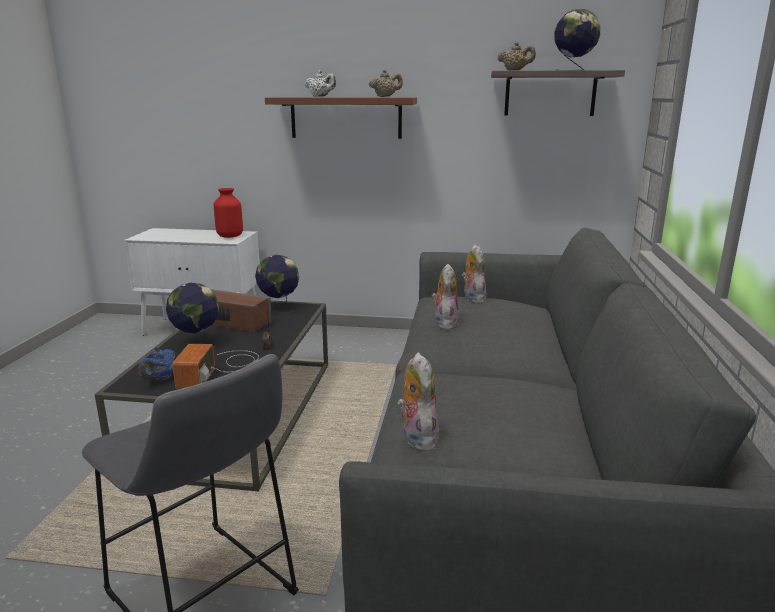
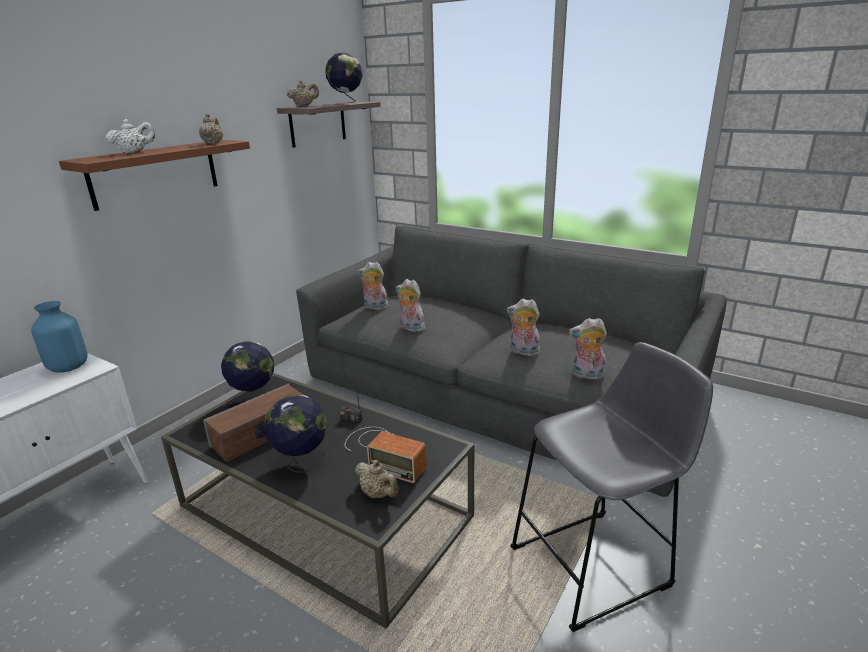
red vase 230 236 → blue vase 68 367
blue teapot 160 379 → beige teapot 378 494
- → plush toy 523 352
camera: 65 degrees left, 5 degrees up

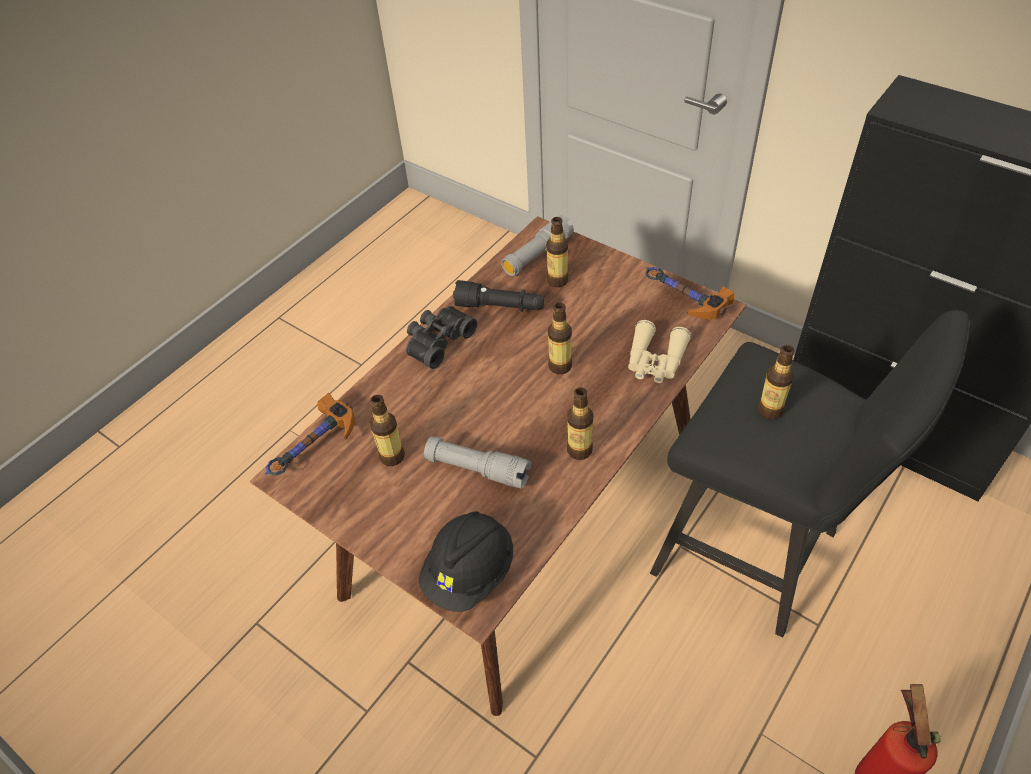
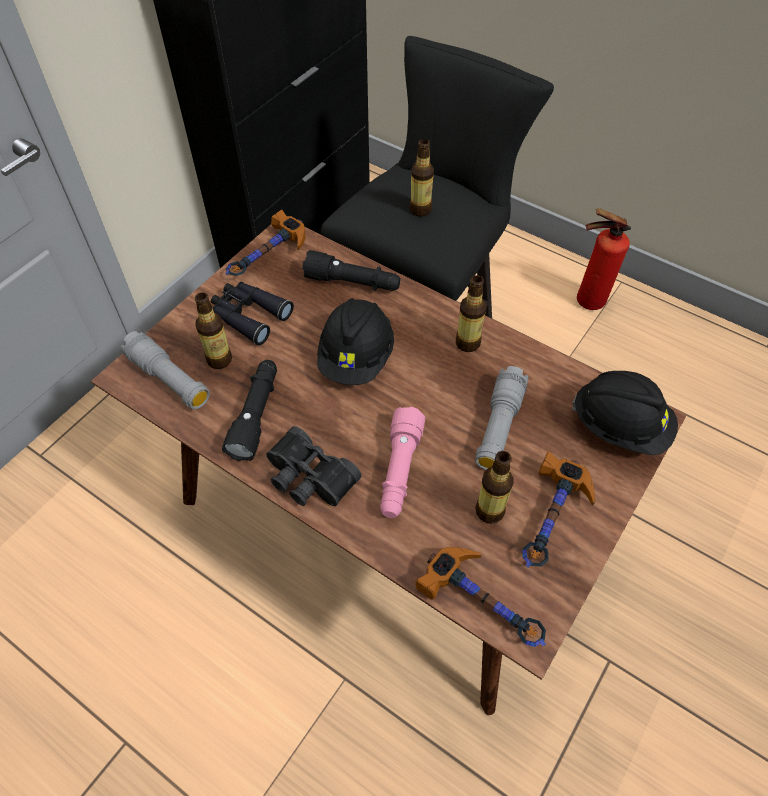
bottle 560 366 → black hard hat 356 358
beige binoculars 655 361 → black flashlight 353 283
- → black binoculars 249 315
- → pink flashlight 399 471
- → hammer 551 521
camera: 95 degrees left, 5 degrees up

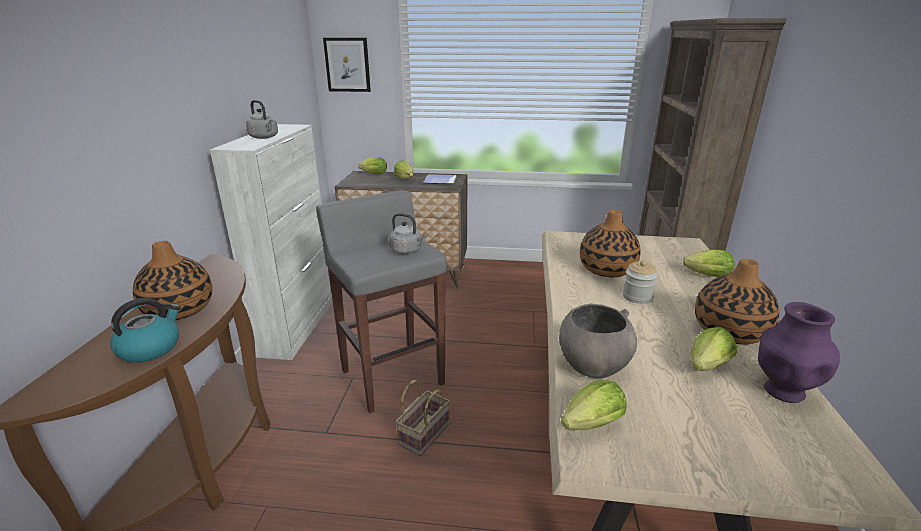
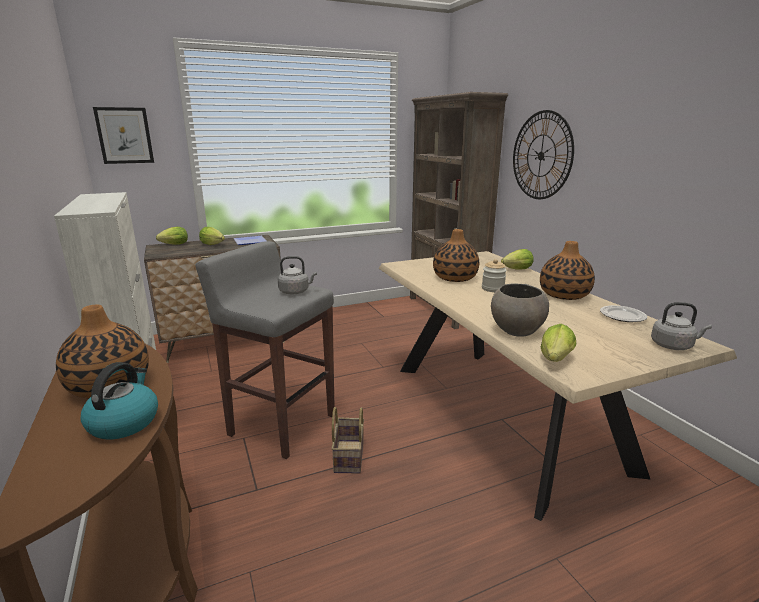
grey kettle 264 137 → grey kettle 673 346, shifted
purple vase 782 391 → plate 622 316
lettuce 706 368 → -
- → wall clock 541 155
camera: 30 degrees left, 5 degrees down

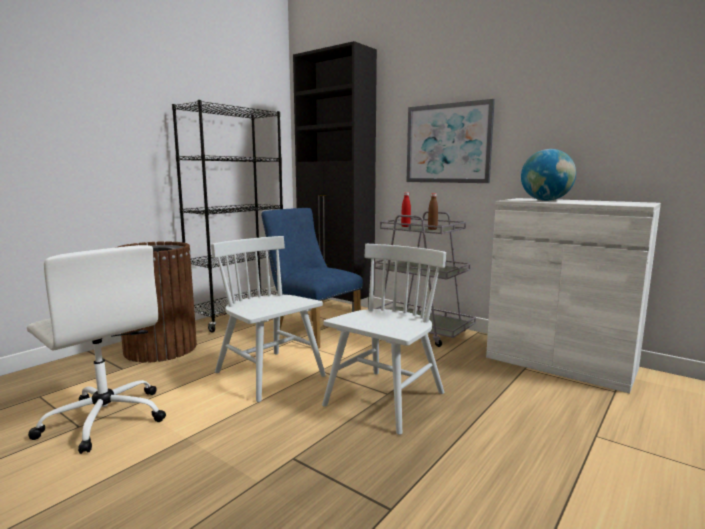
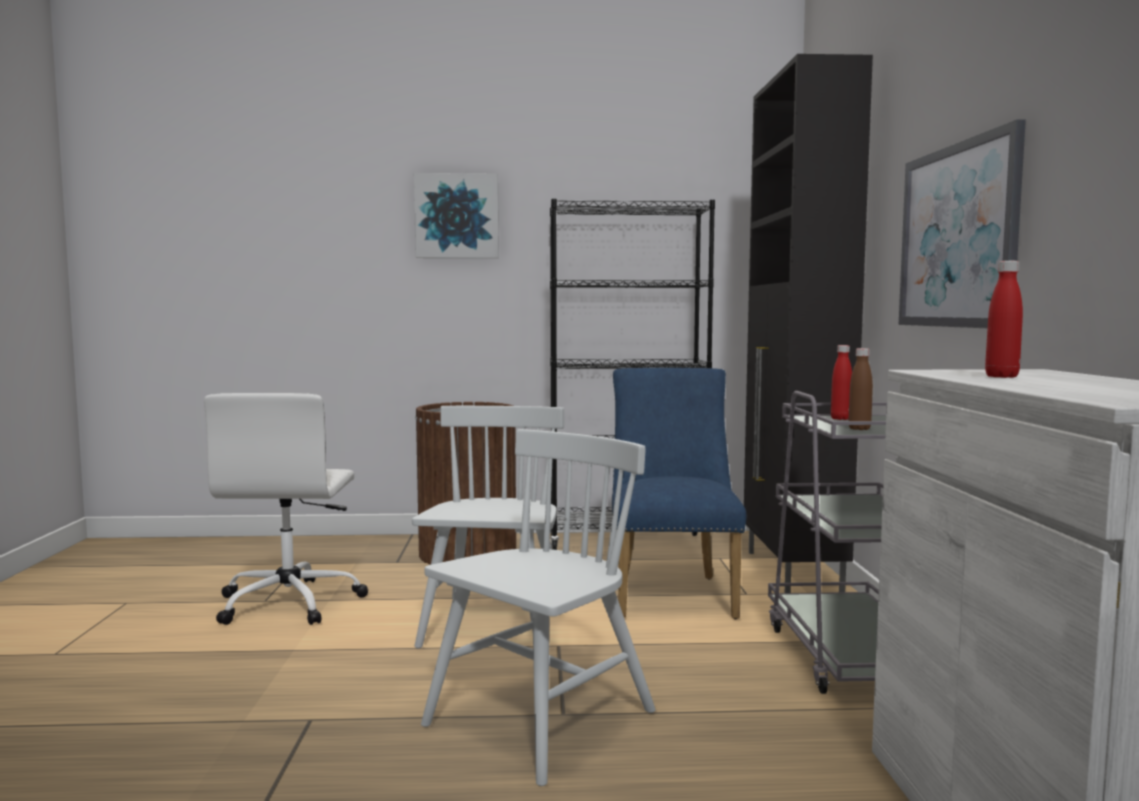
globe 545 201 → red bottle 1001 376
white chair 385 400 → white chair 540 719, 45 degrees counterclockwise
- → picture 457 216
camera: 50 degrees right, 5 degrees down

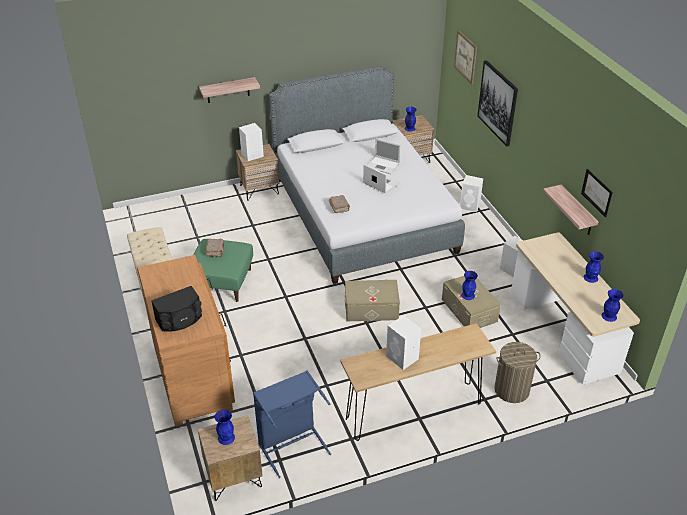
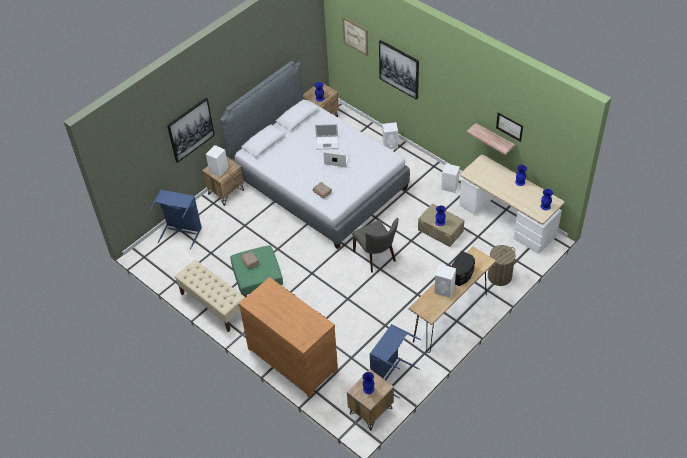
shelf 228 90 → picture 190 129
beige storage box 371 309 → grey chair 376 257
black speaker 180 319 → black speaker 461 274, shifted
- → blue laundry basket 181 232
camera: 25 degrees left, 10 degrees up

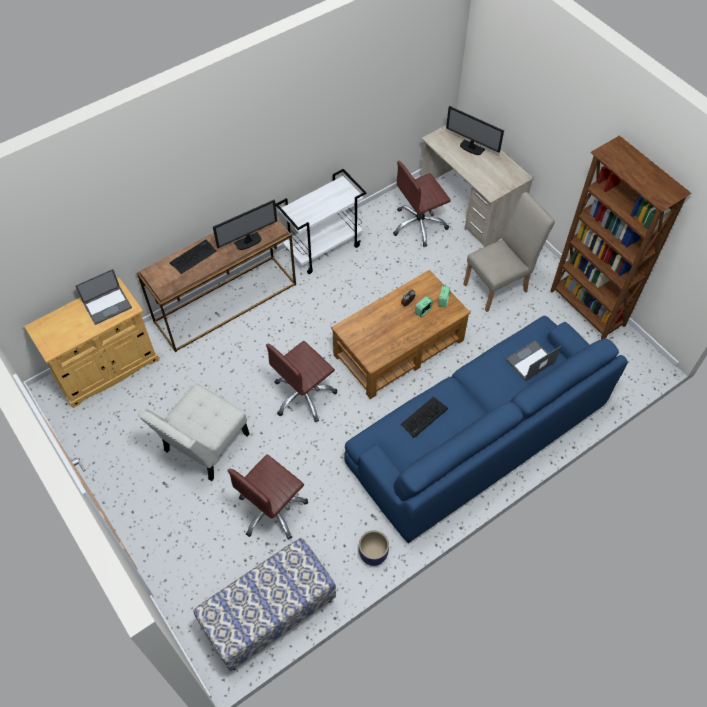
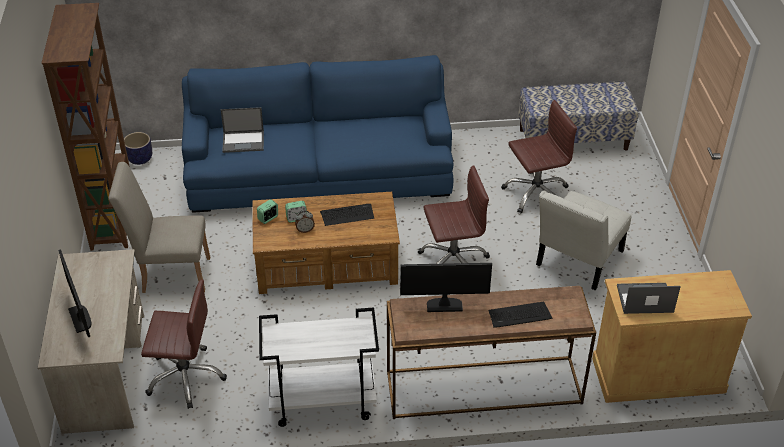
white chair 203 446 → white chair 577 261, 150 degrees clockwise
keyboard 424 417 → keyboard 347 215, shifted
planter 373 554 → planter 140 159, shifted
camera: 150 degrees left, 15 degrees down

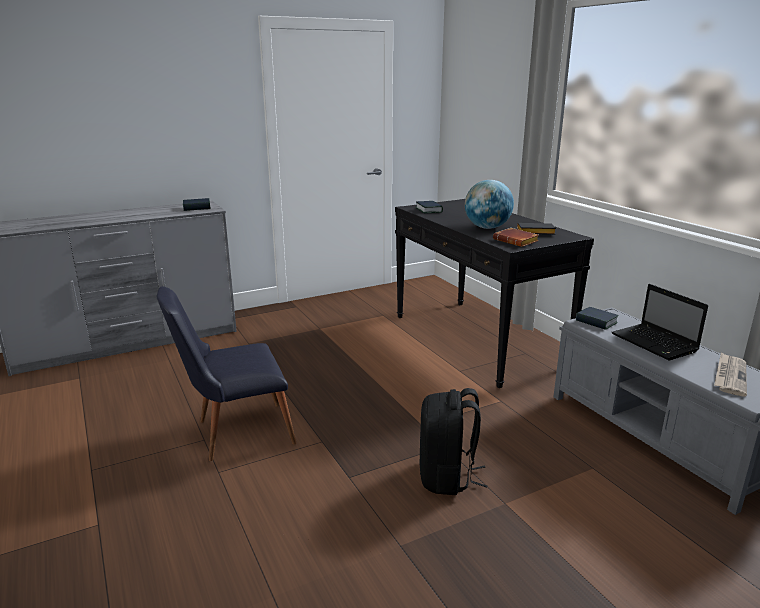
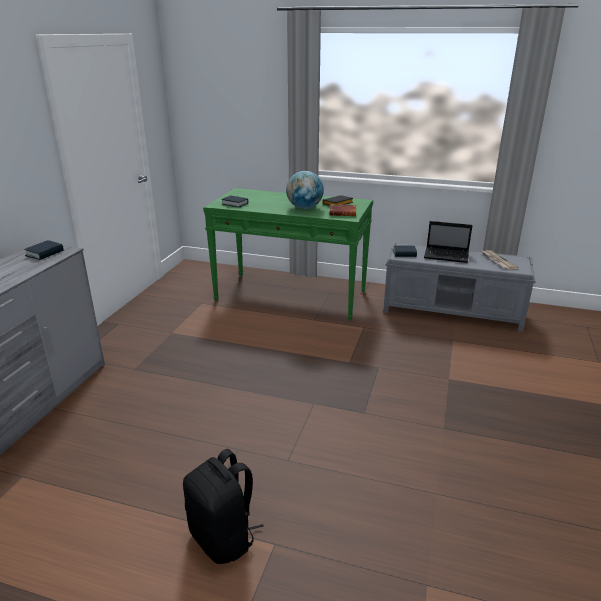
black console table 477 340 → green console table 291 295
black chair 235 433 → -
black backpack 447 477 → black backpack 224 538, shifted
camera: 45 degrees left, 5 degrees up

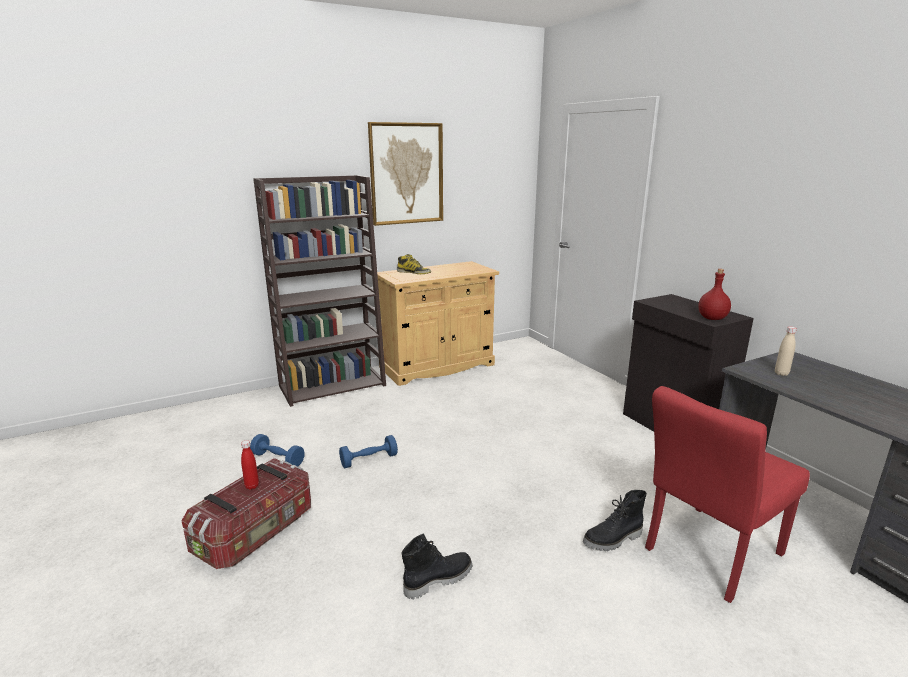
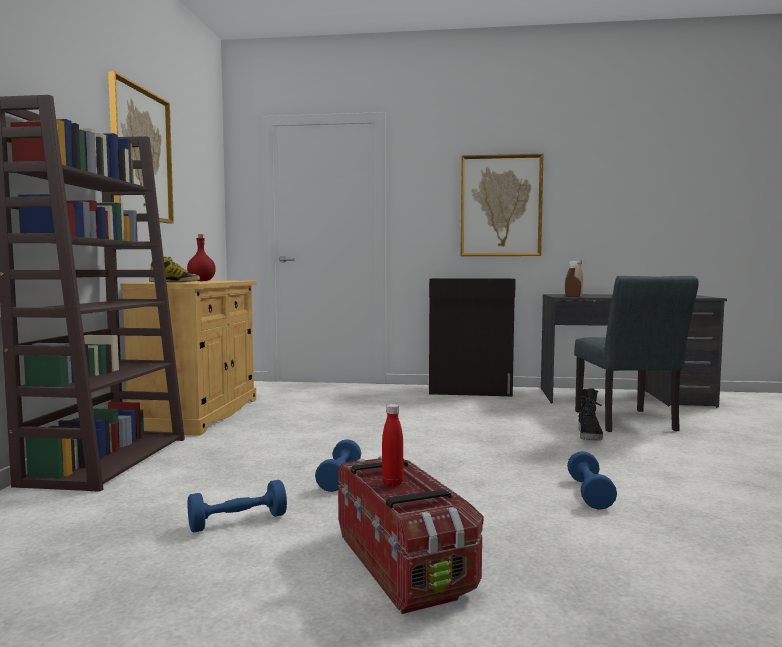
red bottle 712 318 → red bottle 201 281, shifted
red chair 706 555 → grey chair 628 423
black boot 437 579 → blue dumbbell 590 493
- → picture 501 206
- → brown spray bottle 572 296
camera: 55 degrees left, 15 degrees down

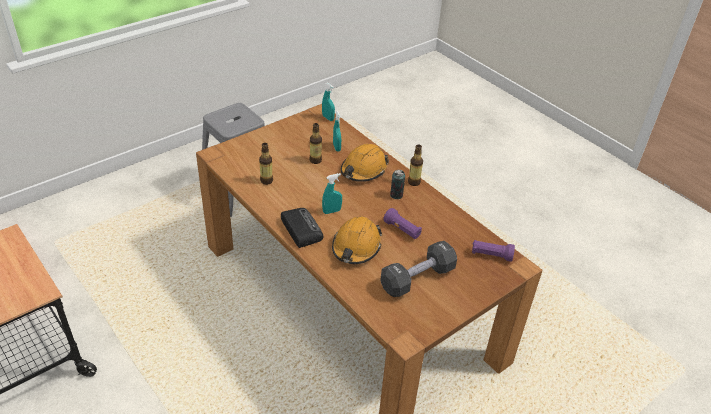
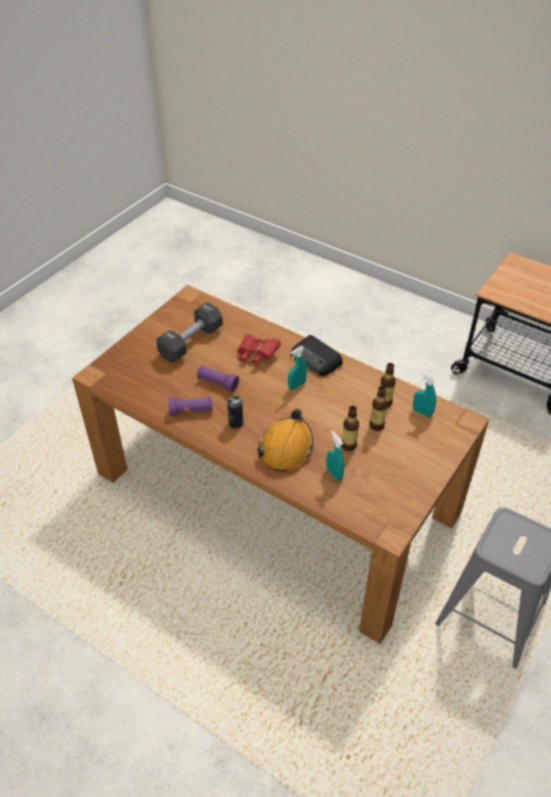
turquoise spray bottle 328 118 → turquoise spray bottle 422 412, shifted
bottle 414 182 → bottle 376 425, shifted
orange hard hat 356 247 → red binoculars 256 355
purple flashlight 491 255 → purple flashlight 191 411, shifted
camera: 165 degrees right, 5 degrees up

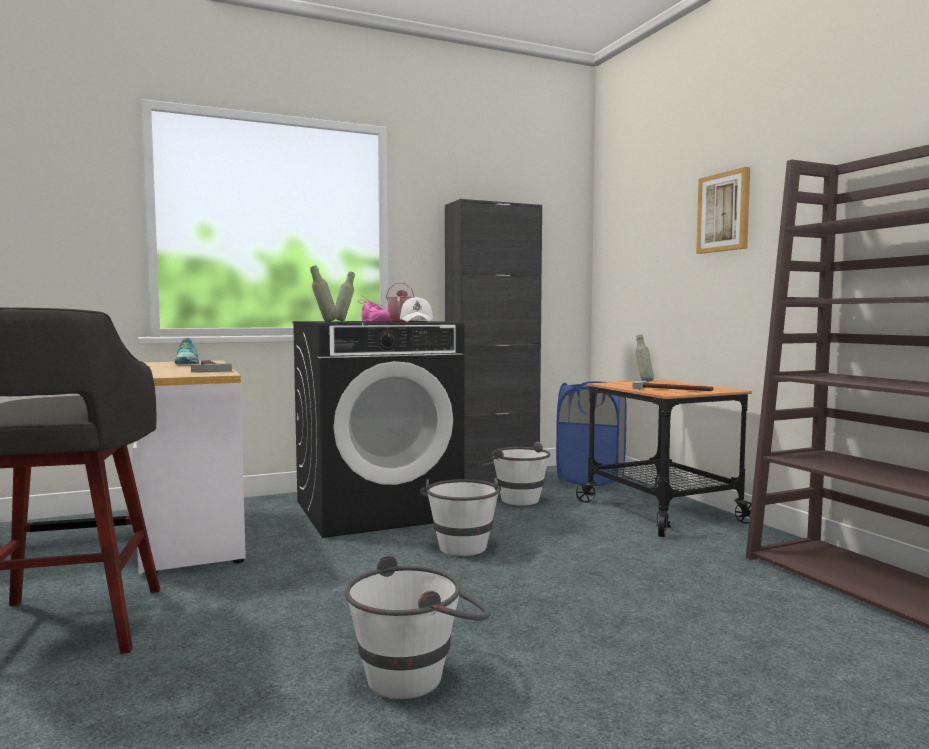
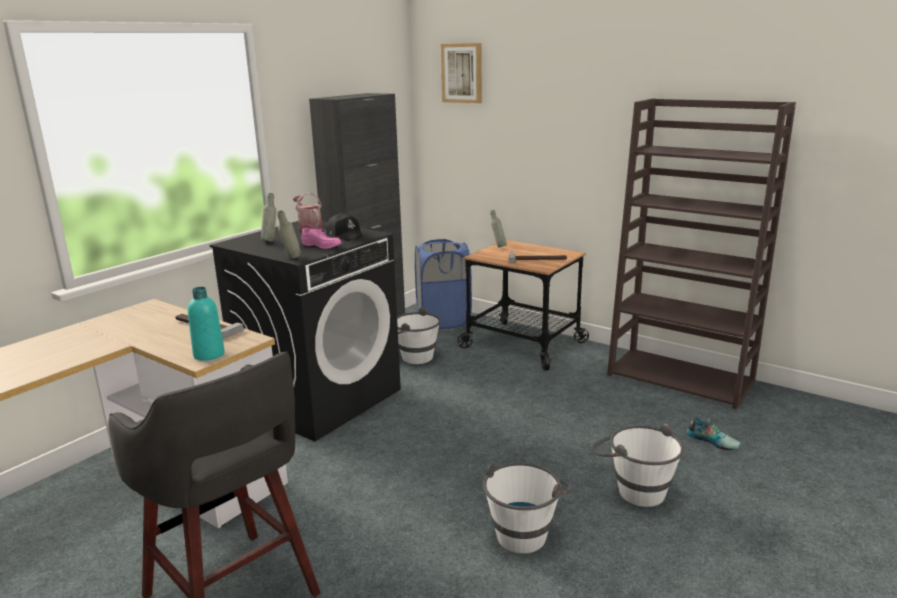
picture 724 212 → picture 462 73, shifted
white cap 417 321 → black cap 346 235
shoe 188 363 → shoe 713 441, shifted
white bucket 461 544 → white bucket 633 488, shifted
- → turquoise bottle 209 354
camera: 30 degrees left, 15 degrees up

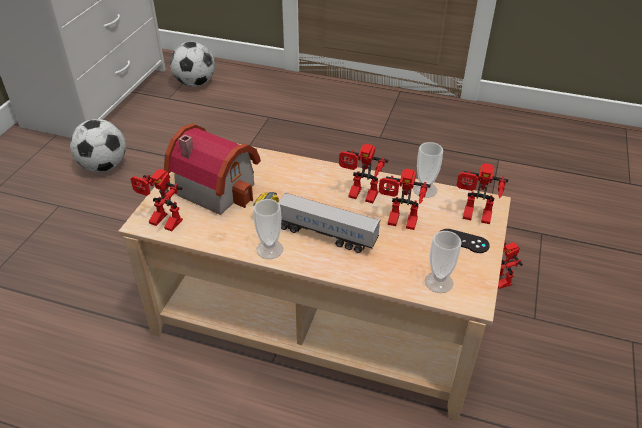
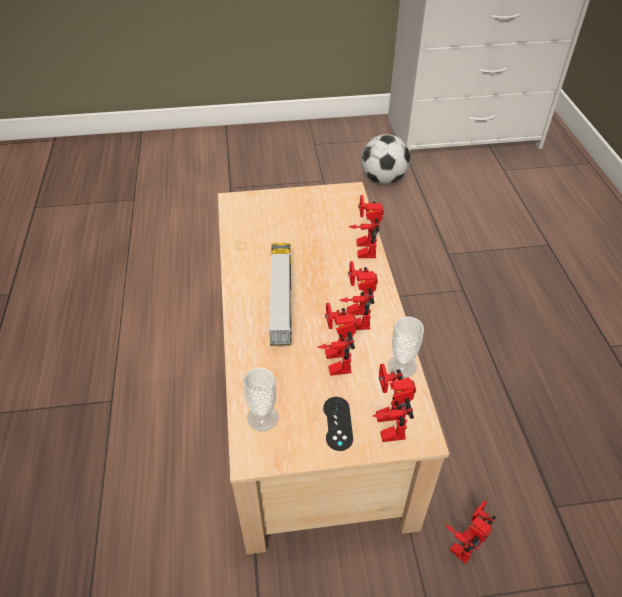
football 195 83 → -
toy house 217 186 → -
toy robot 161 223 → toy robot 362 248, shifted
cup 269 249 → -
camera: 65 degrees right, 5 degrees up

